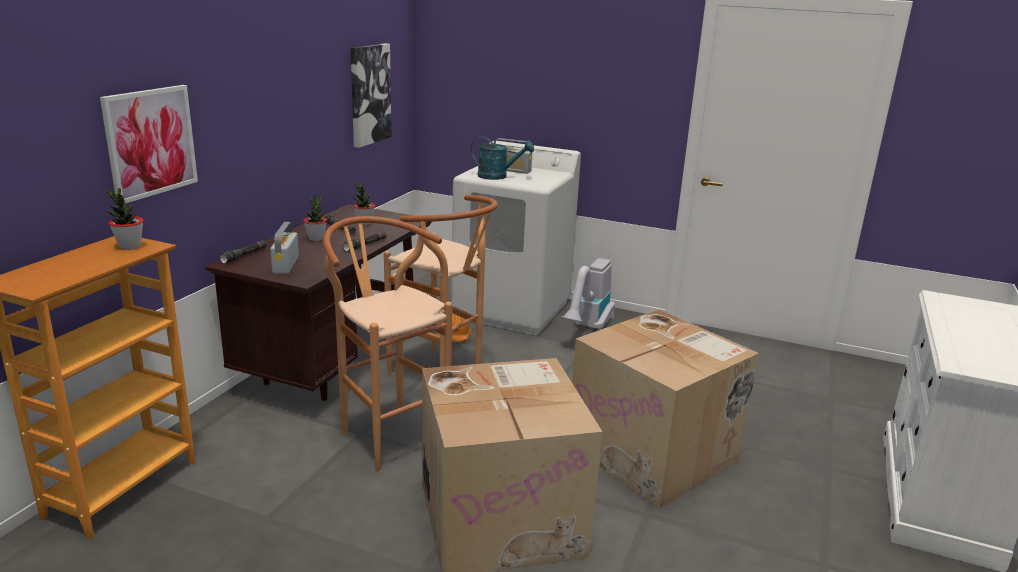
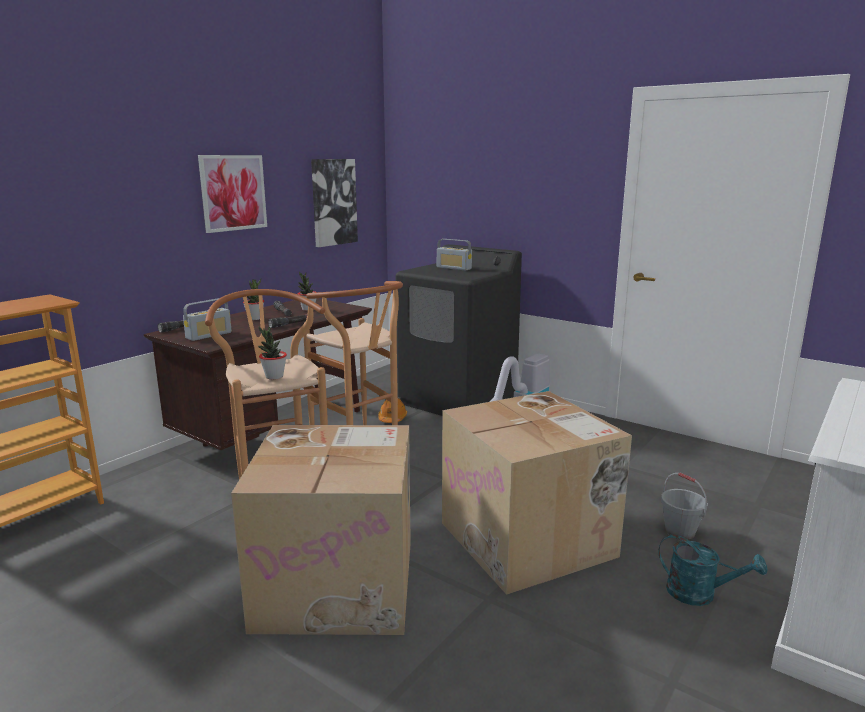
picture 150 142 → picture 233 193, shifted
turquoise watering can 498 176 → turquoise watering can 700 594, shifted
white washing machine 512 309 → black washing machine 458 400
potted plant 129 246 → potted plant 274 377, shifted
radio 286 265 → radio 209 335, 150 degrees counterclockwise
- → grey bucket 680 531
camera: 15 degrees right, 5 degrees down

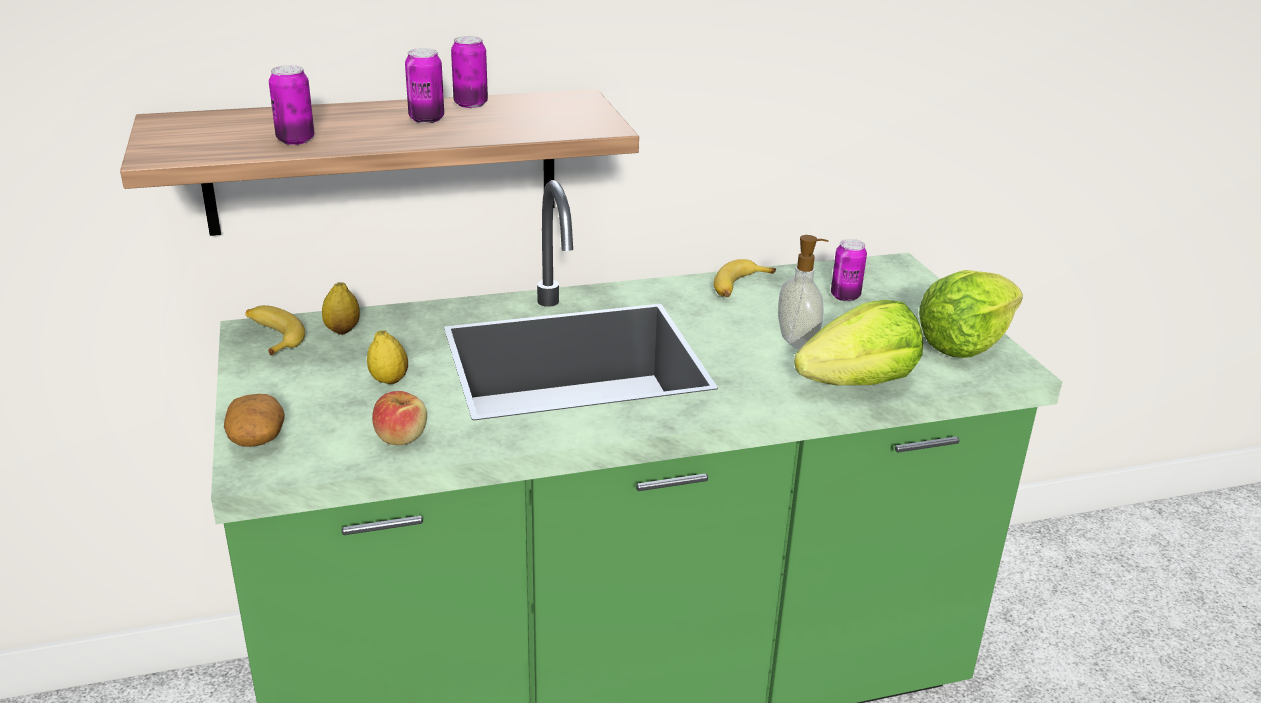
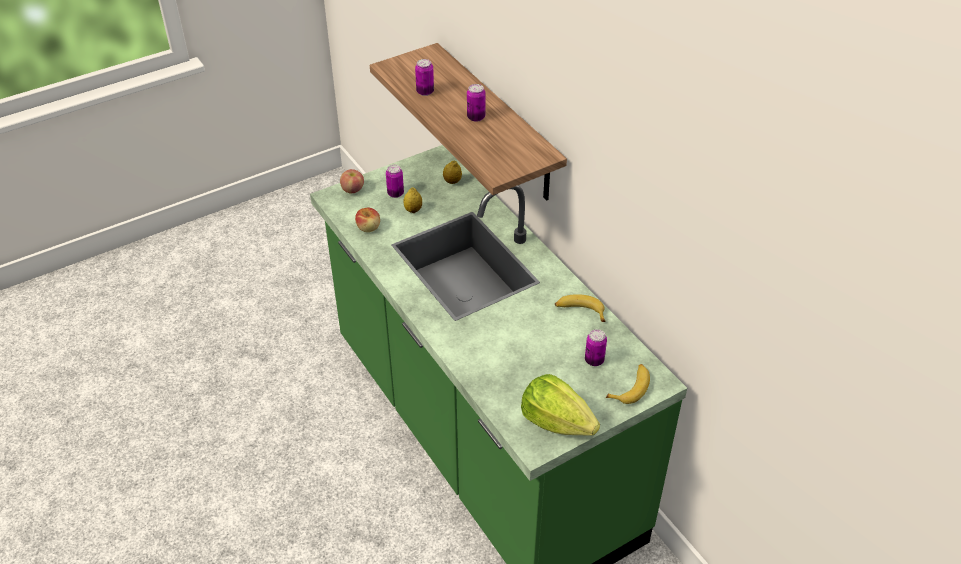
can 470 104 → can 395 193, shifted
soap dispenser 798 341 → -
lettuce 859 383 → -
banana 272 337 → banana 631 387, shifted
potato 257 438 → apple 353 189
camera: 75 degrees right, 15 degrees up

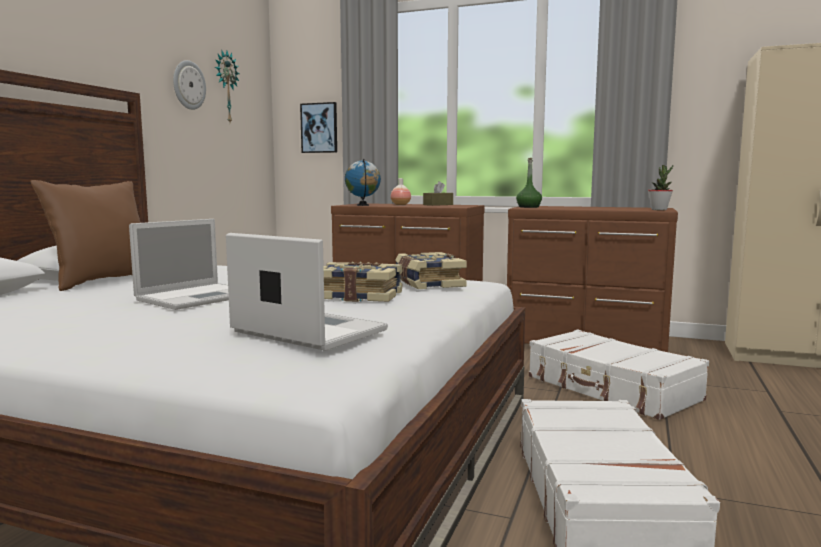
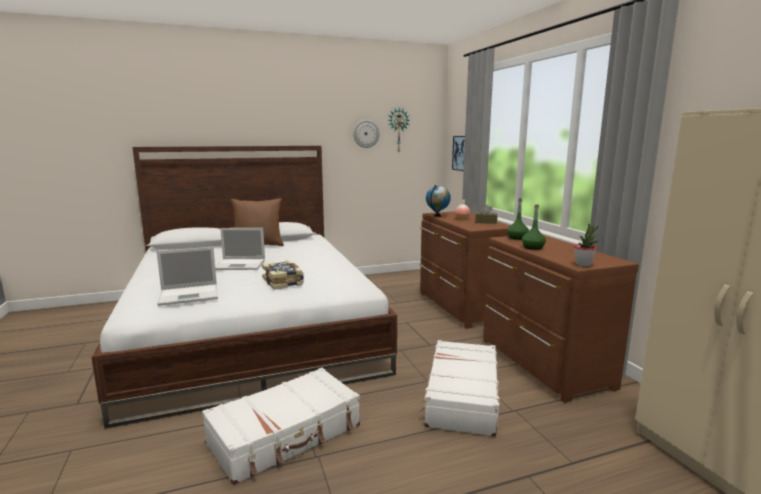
laptop 306 331 → laptop 190 295, 75 degrees clockwise
book 427 284 → -
- → green bottle 533 247
camera: 50 degrees right, 5 degrees up

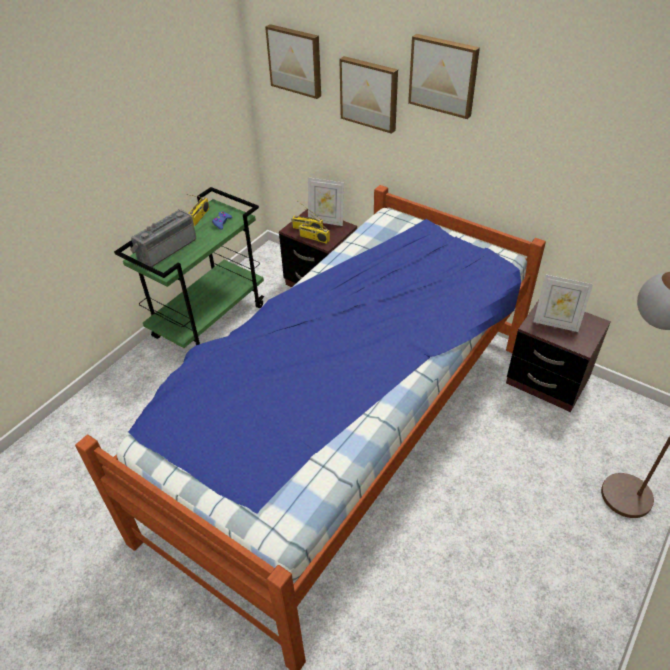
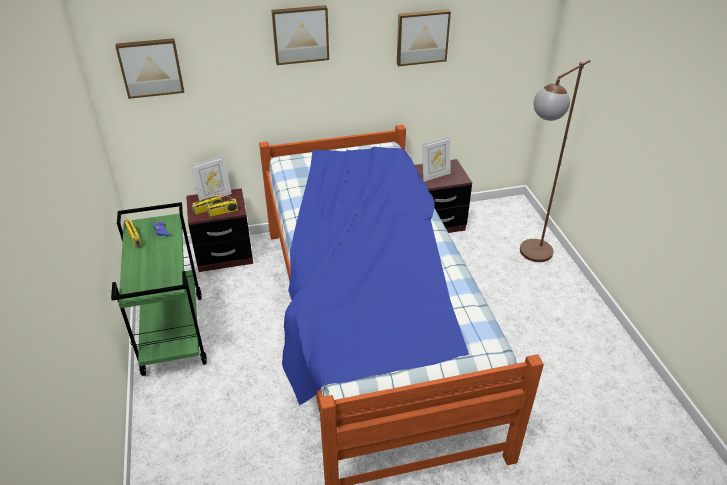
picture 370 93 → picture 422 37, shifted
radio 165 249 → -
camera: 50 degrees left, 5 degrees down

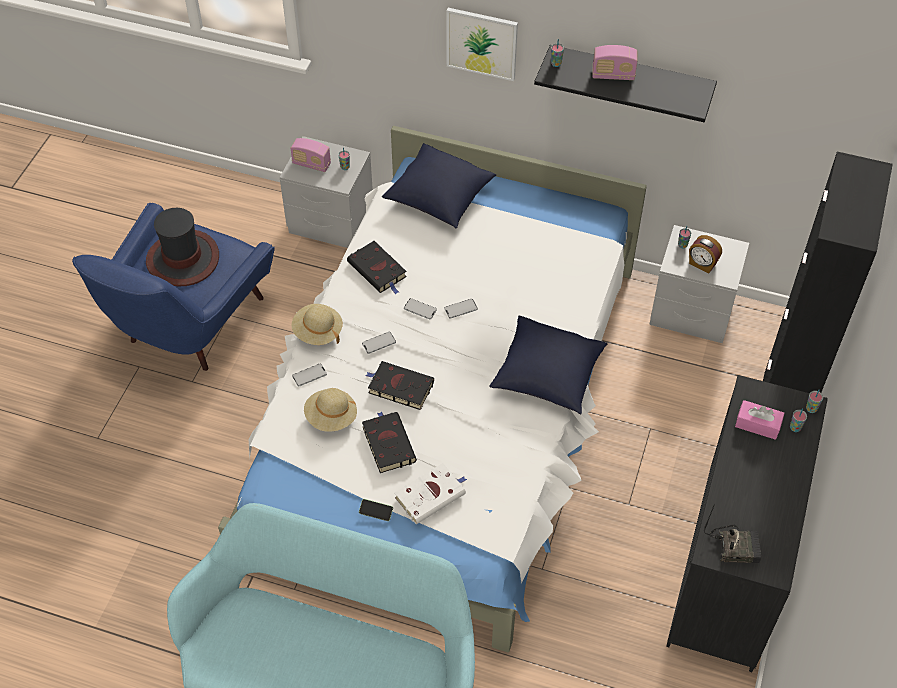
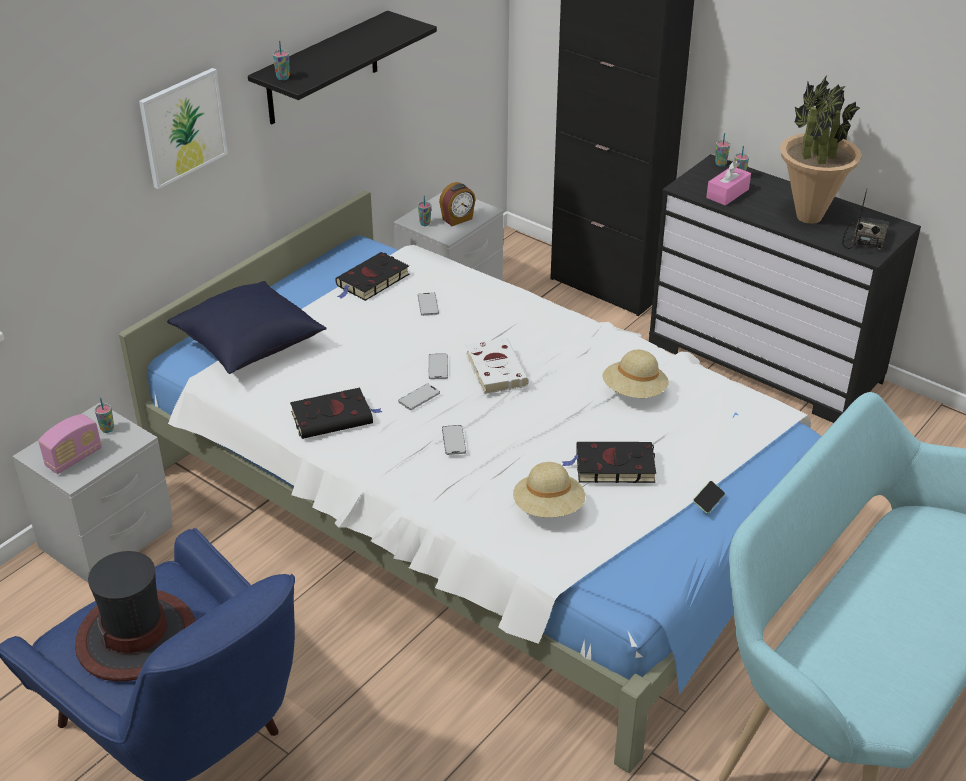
radio 613 75 → -
beige hat 318 332 → beige hat 634 392, shifted
blue pillow 547 376 → -
black book 399 387 → black book 371 281, shifted
phone 309 375 → phone 428 305, shifted
white book 431 495 → white book 495 368, shifted
- → potted plant 808 217
camera: 70 degrees left, 15 degrees down

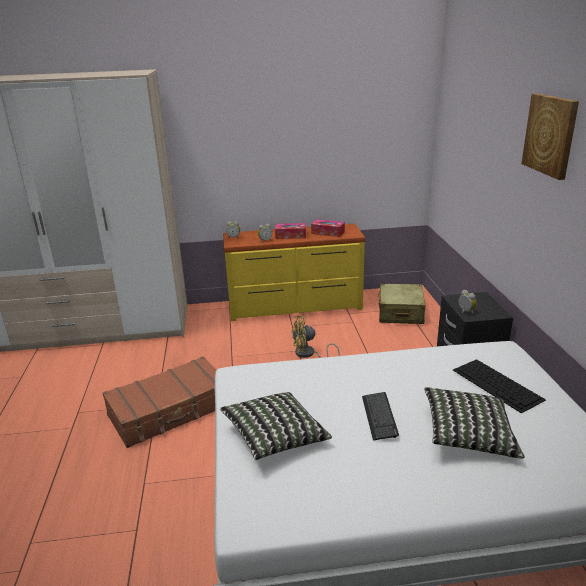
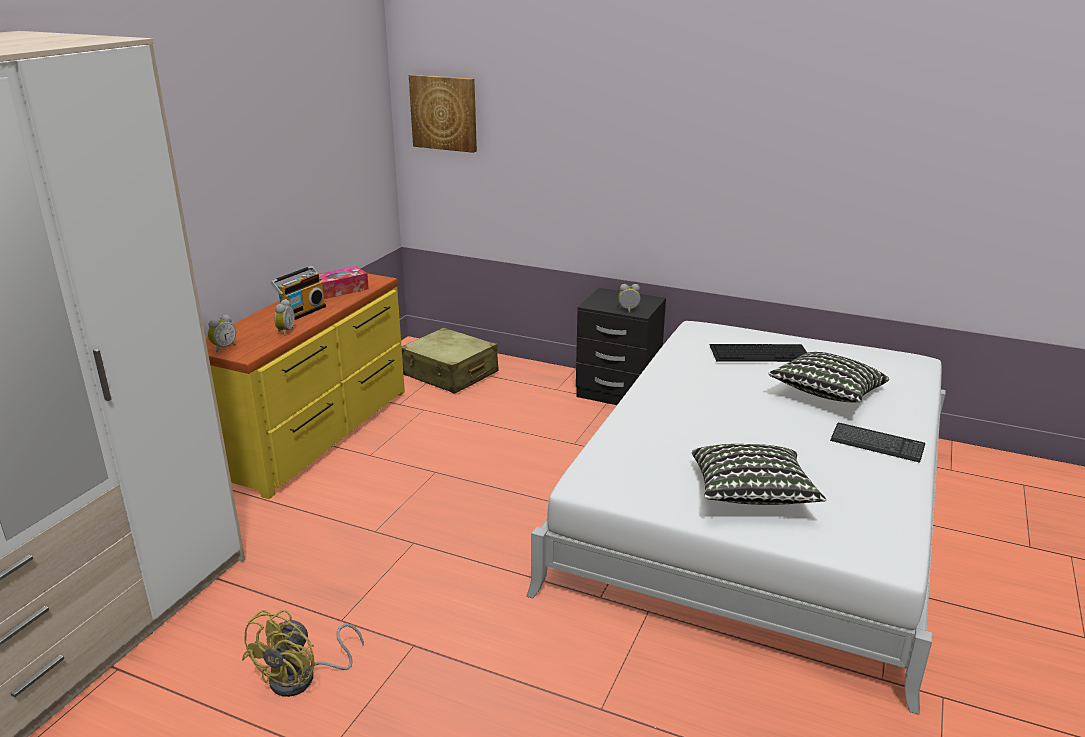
picture 550 135 → picture 444 113, shifted
tissue box 290 235 → radio 302 312
yellow fan 308 354 → yellow fan 303 678, shifted
brown suitcase 170 411 → -
keyboard 379 416 → keyboard 877 444, shifted
camera: 60 degrees left, 0 degrees up

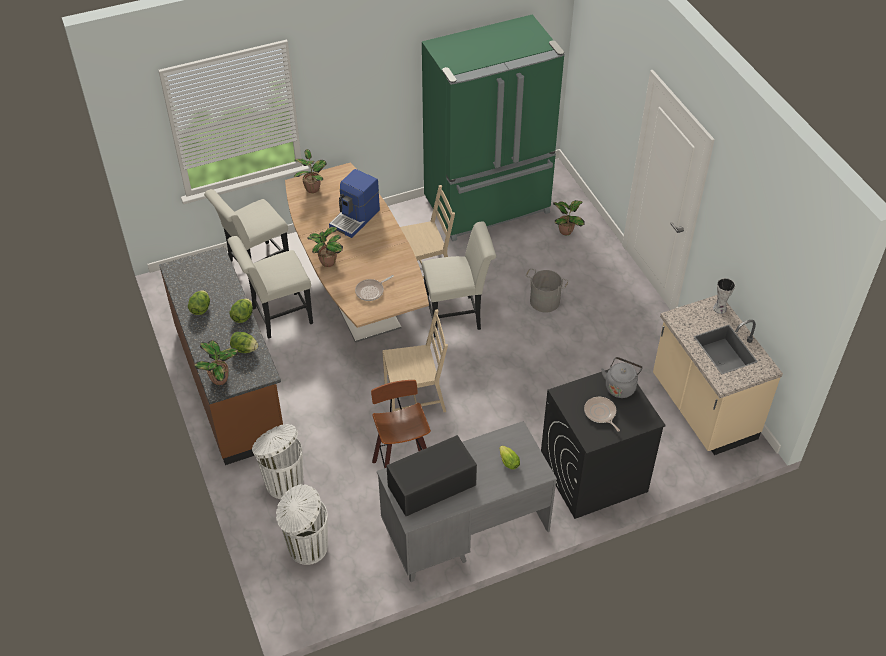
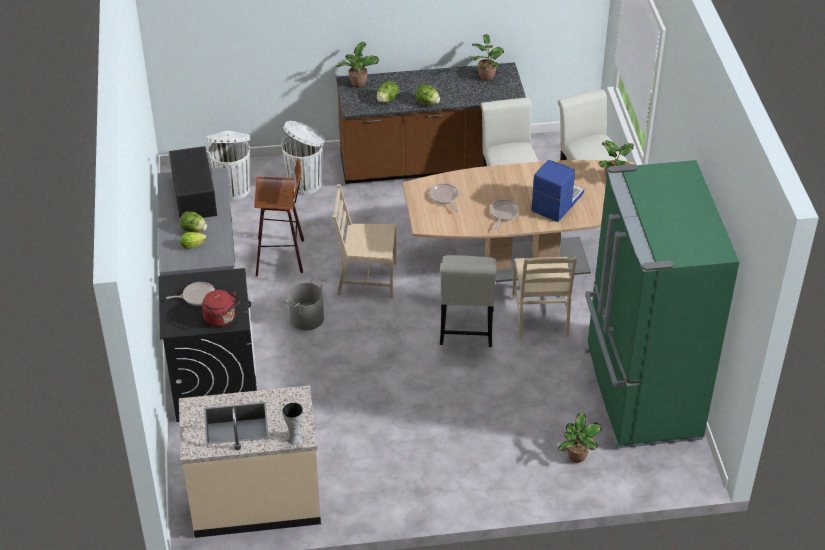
coffee machine 355 218 → coffee machine 556 202, 75 degrees clockwise
potted plant 327 262 → potted plant 486 76, shifted
grey bucket 545 301 → grey bucket 307 318, shifted
lettuce 200 309 → lettuce 194 230, shifted
beige chair 415 397 → beige chair 366 279, 90 degrees clockwise
grey kettle 620 386 → red kettle 222 319
- → frying pan 503 214
camera: 105 degrees right, 5 degrees down

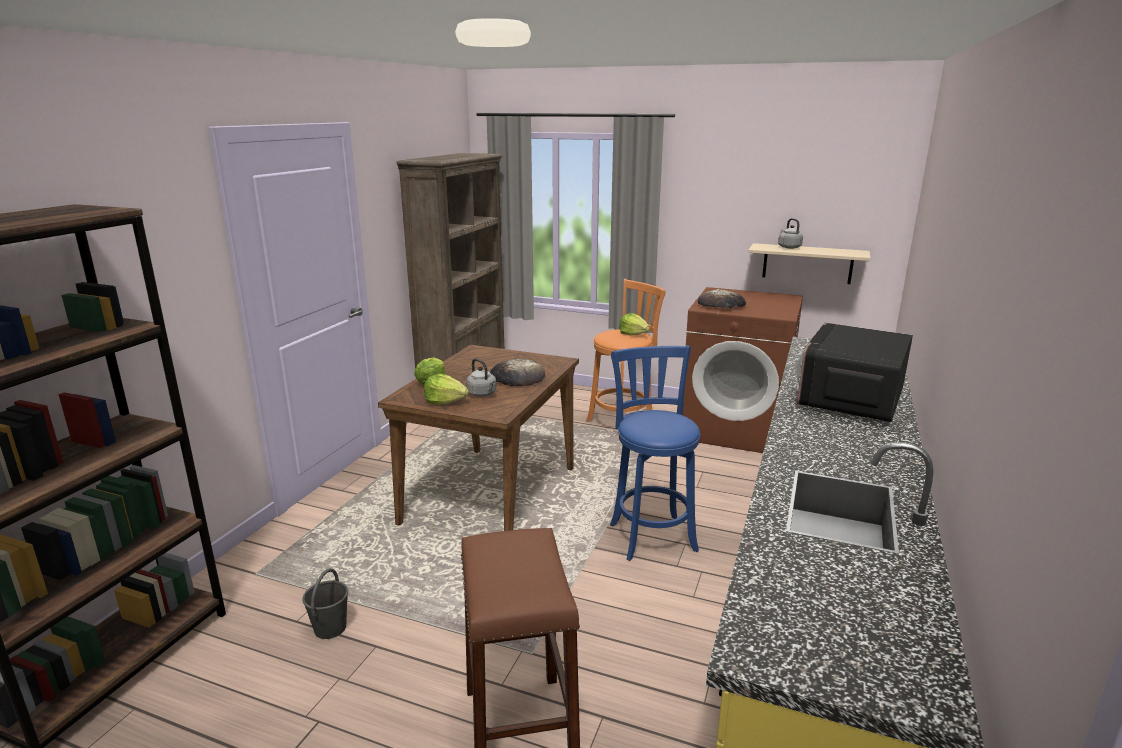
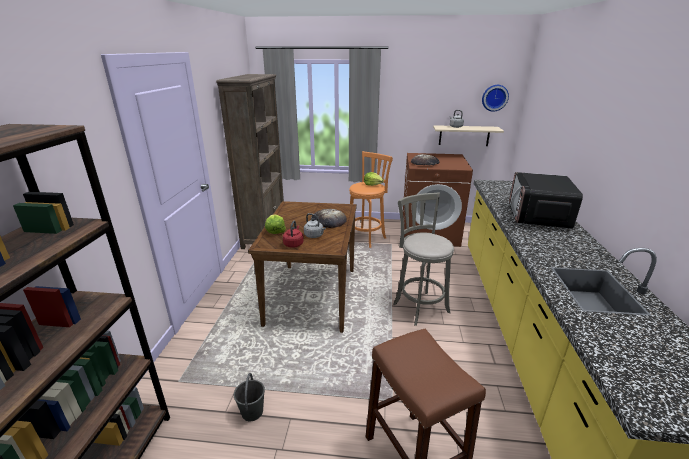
blue stool 651 534 → grey stool 419 306
lettuce 445 401 → red kettle 293 244
- → wall clock 494 97
camera: 15 degrees left, 5 degrees up

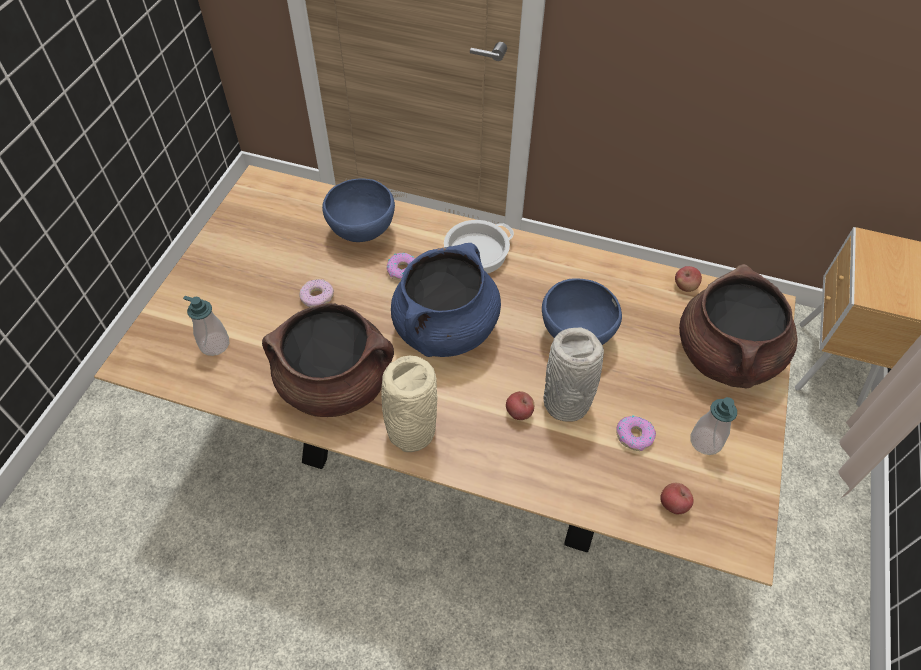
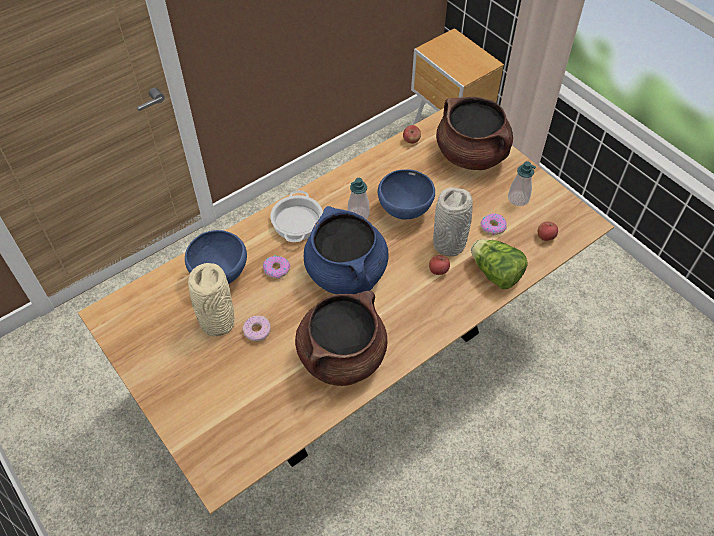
soap dispenser 214 344 → soap dispenser 358 215, shifted
beige vase 410 432 → beige vase 217 323, shifted
- → lettuce 495 273
camera: 55 degrees left, 0 degrees up

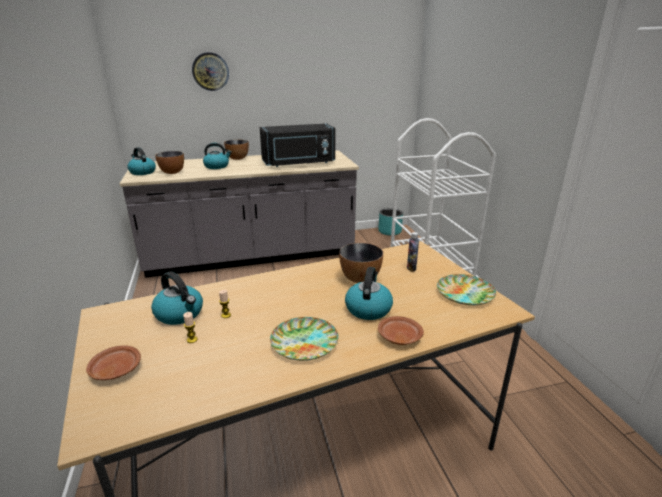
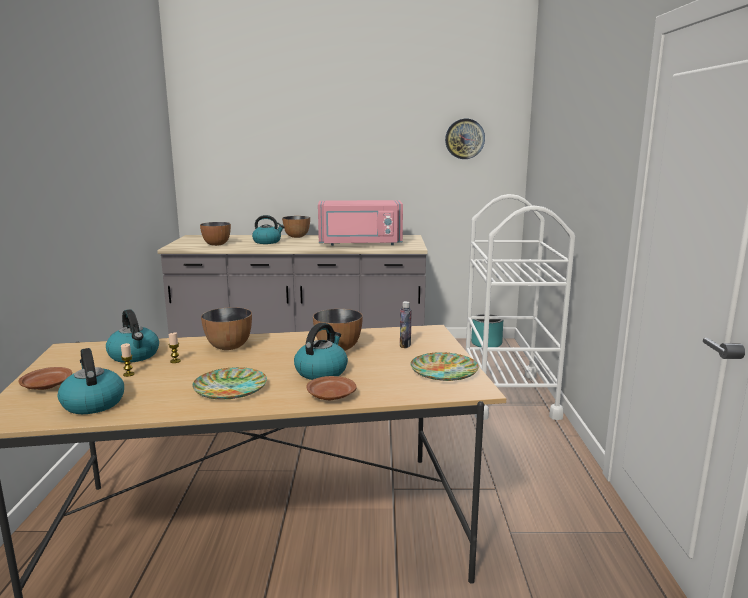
wall clock 210 71 → wall clock 464 139, shifted
black microwave 299 163 → pink microwave 360 244
kettle 142 172 → kettle 93 403, shifted
- → bowl 229 346
camera: 15 degrees right, 10 degrees down

